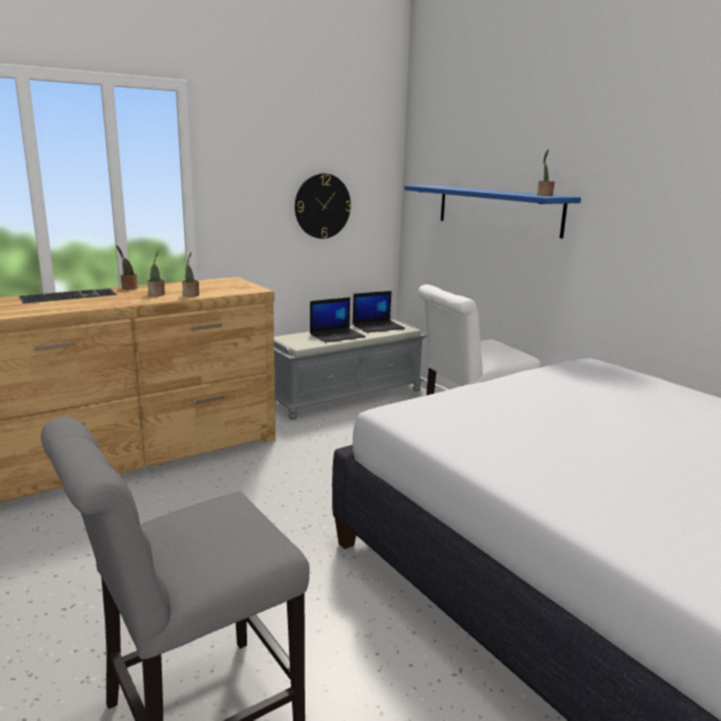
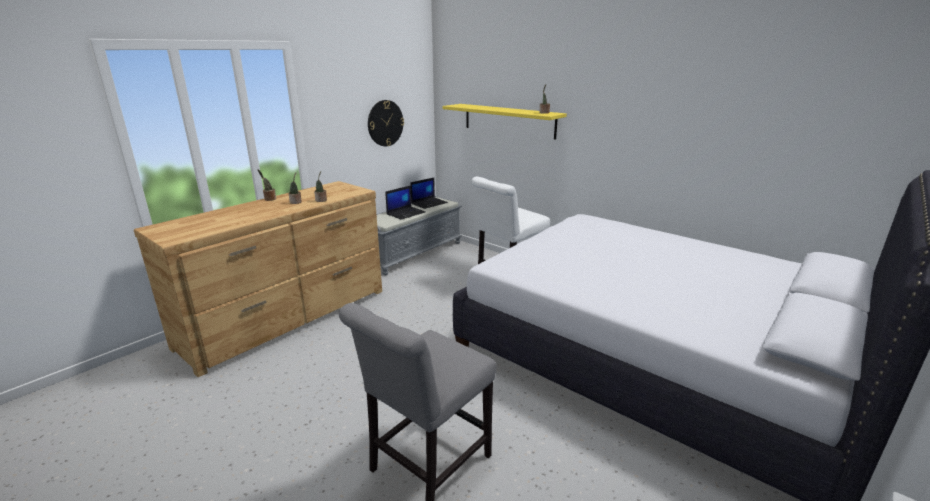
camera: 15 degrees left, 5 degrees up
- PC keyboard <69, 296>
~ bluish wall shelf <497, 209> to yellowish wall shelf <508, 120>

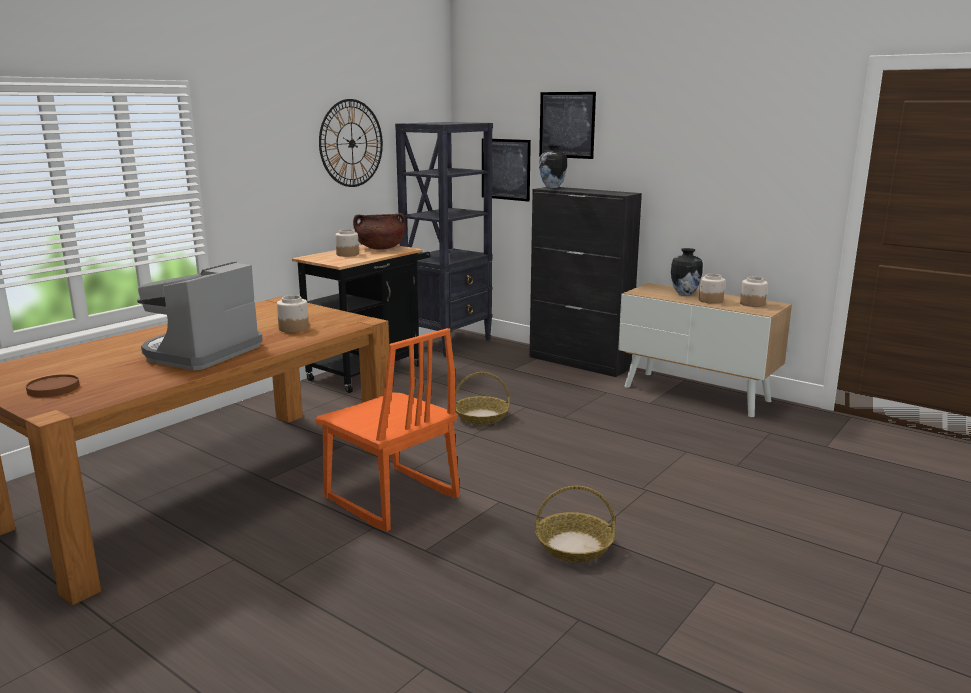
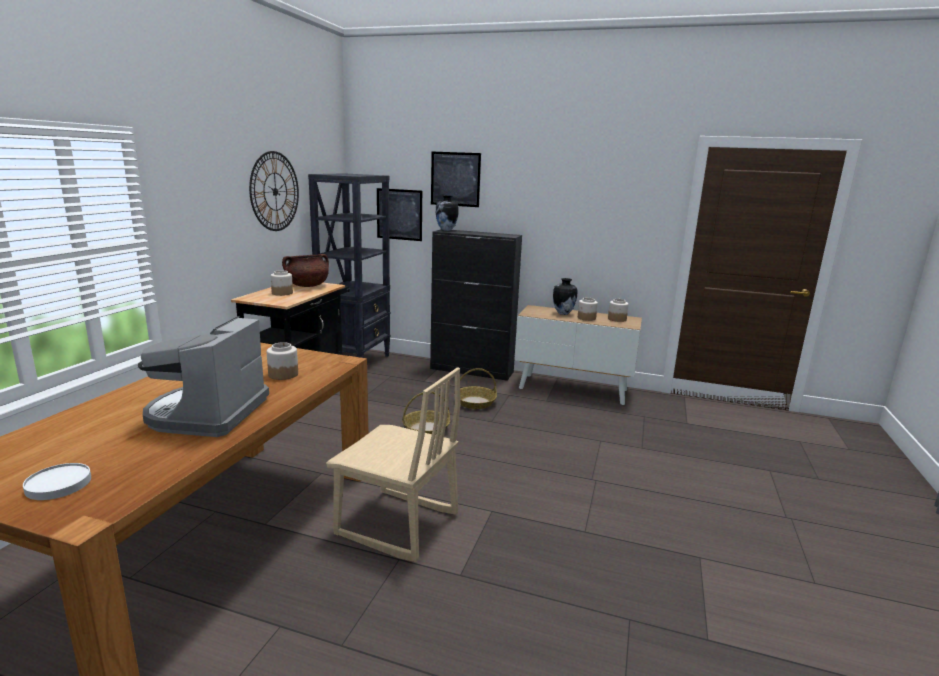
camera: 20 degrees left, 0 degrees up
~ storage basket <573, 546> to <475, 402>
~ brownish dinner plate <53, 388> to white-coloured dinner plate <58, 484>
~ orange-coloured upright chair <390, 499> to beige upright chair <397, 525>

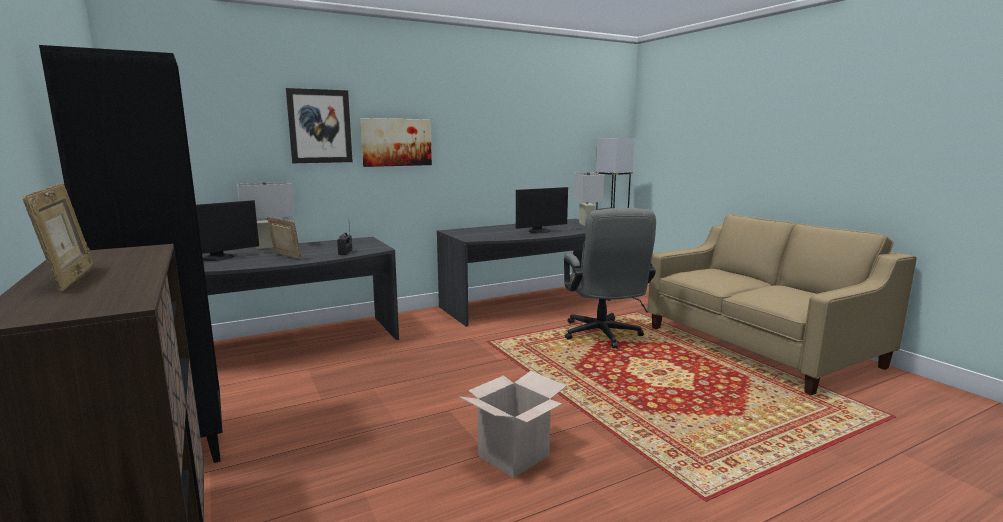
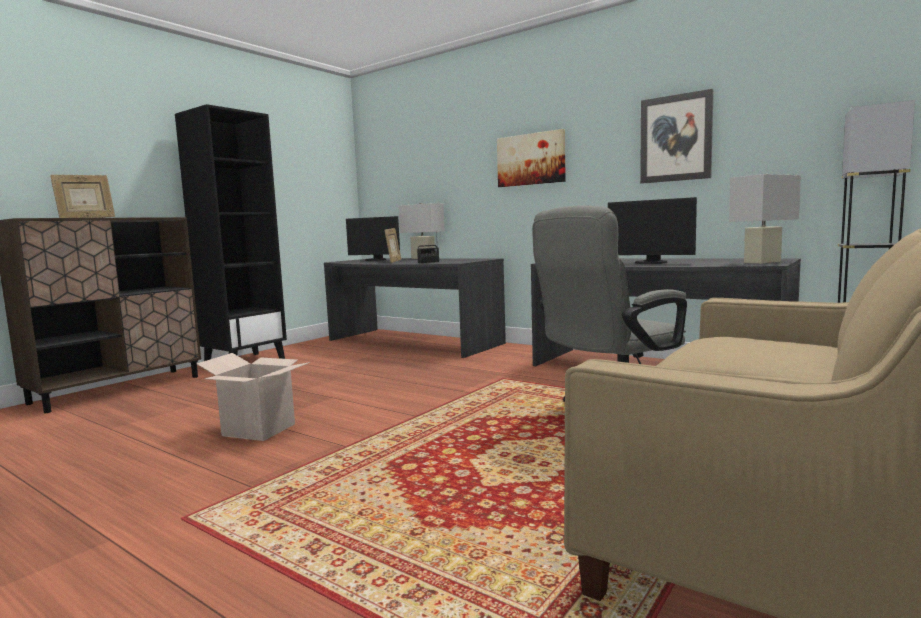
camera: 65 degrees right, 5 degrees down
~ wall picture <320, 126> to <675, 138>

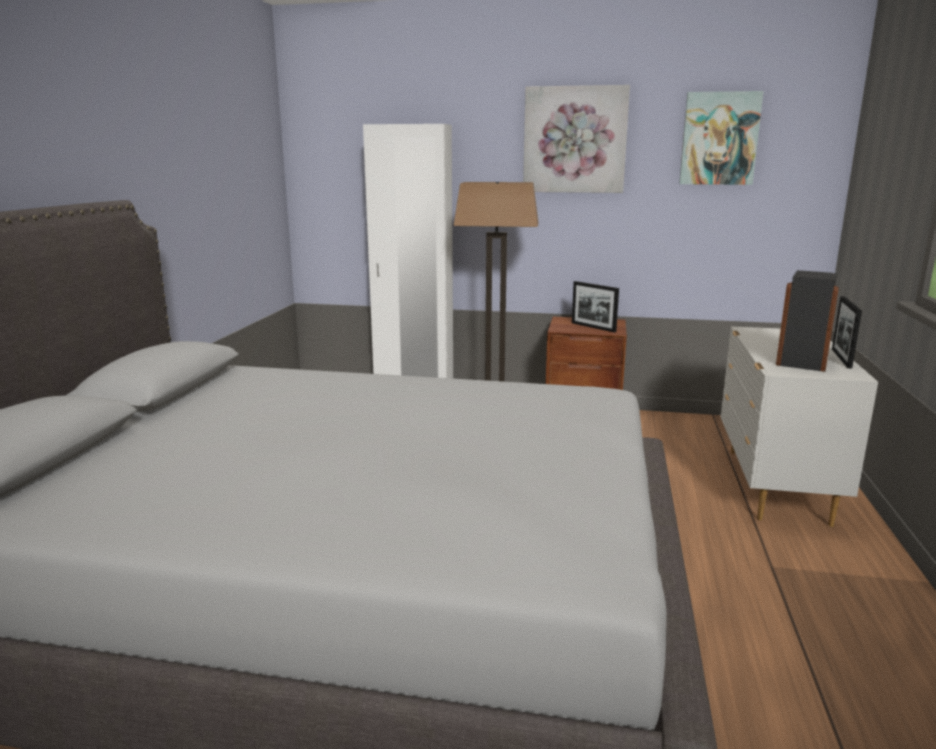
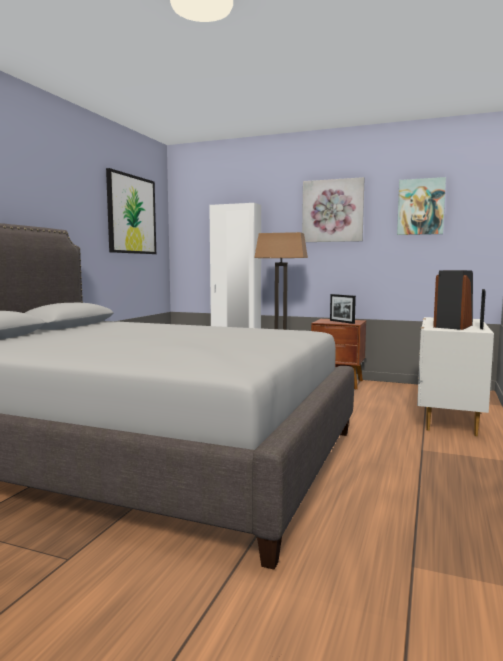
camera: 10 degrees right, 10 degrees down
+ wall picture <131, 214>

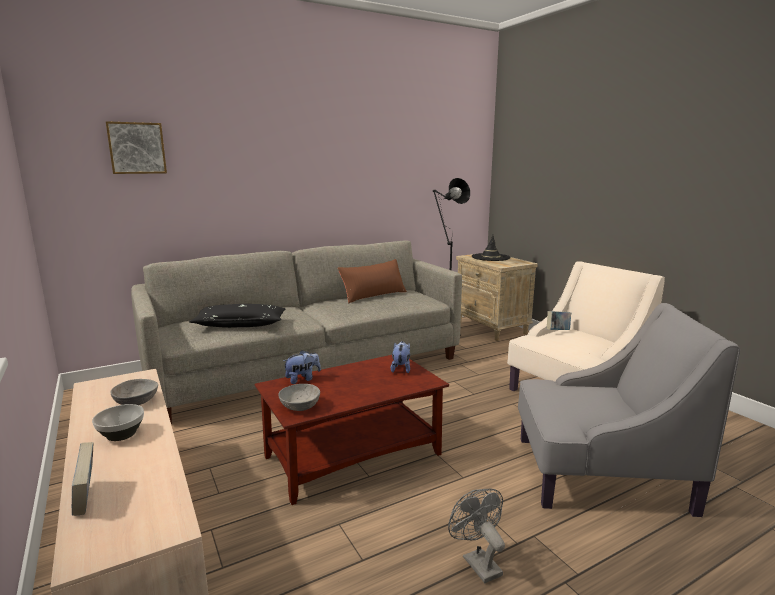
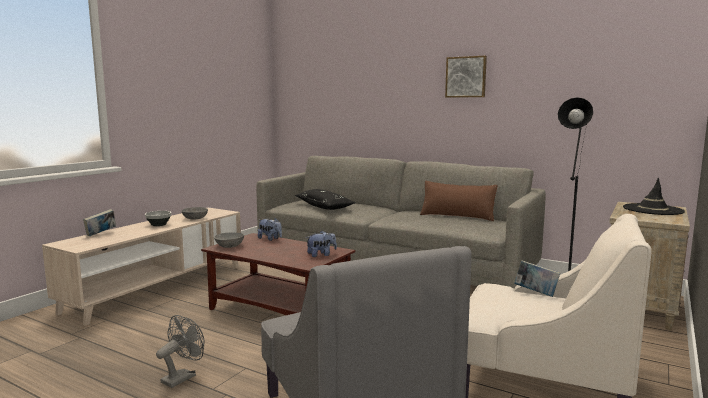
camera: 60 degrees right, 5 degrees down
~ wall picture <137, 148> to <466, 77>

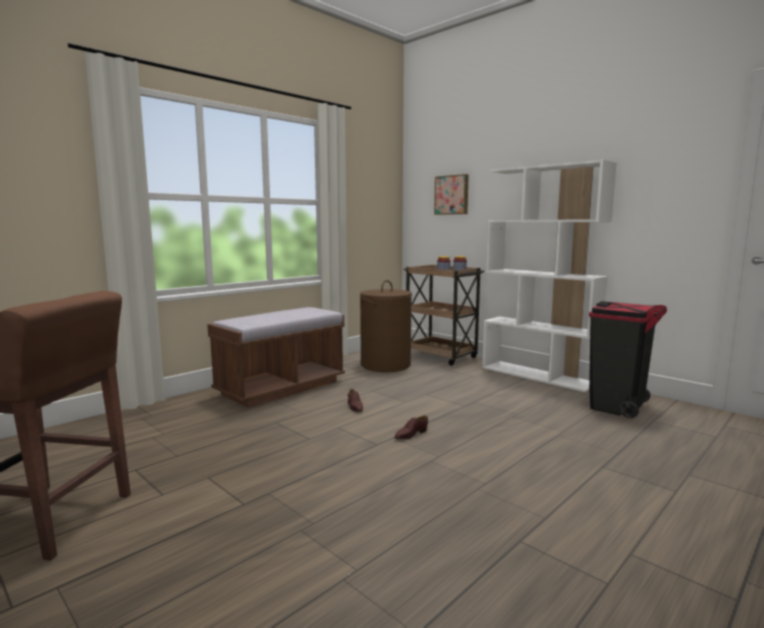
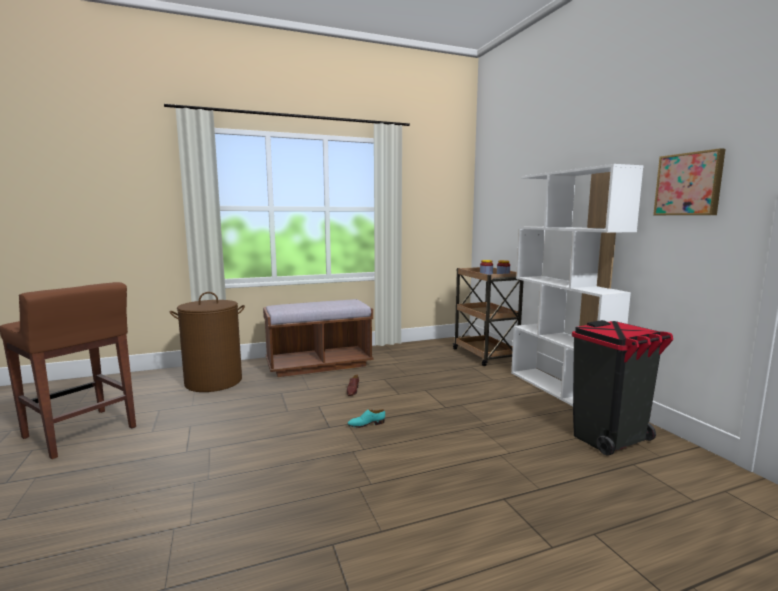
camera: 25 degrees right, 0 degrees up
~ brownish hamper <385, 365> to <213, 382>
~ wall picture <452, 195> to <689, 184>
~ brownish low shoe <411, 434> to blue-green low shoe <366, 424>

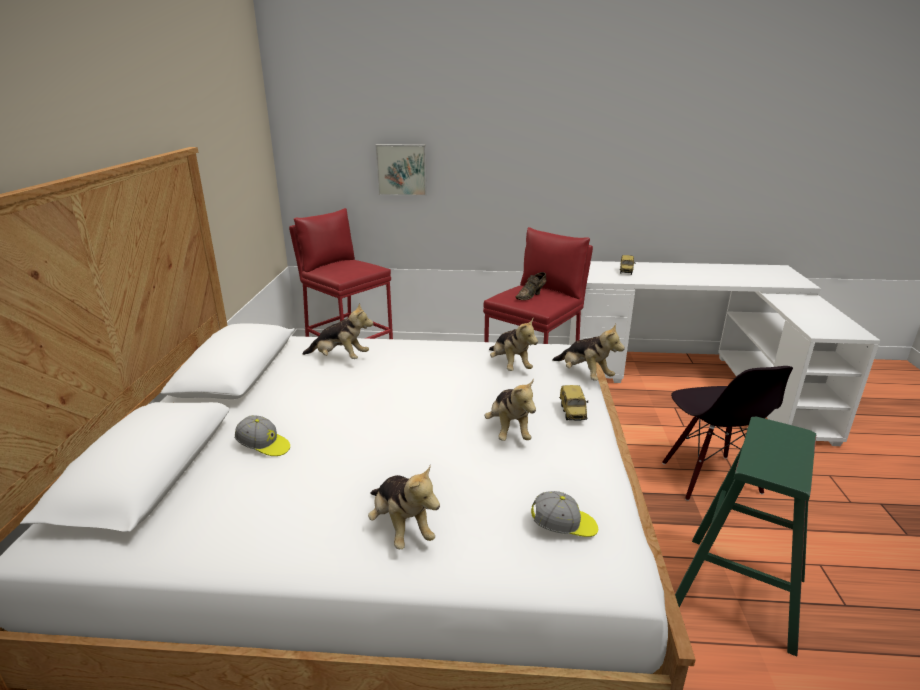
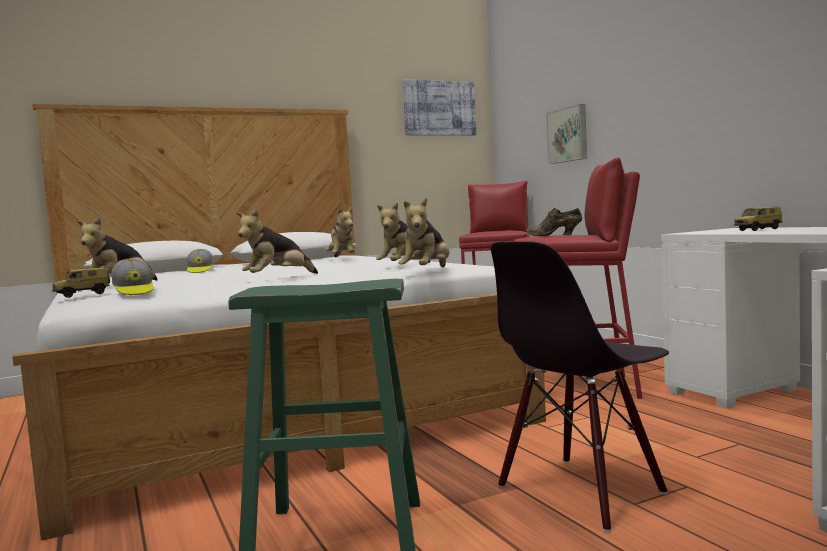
camera: 60 degrees right, 20 degrees down
+ wall picture <439, 108>
~ miniature car <573, 413> to <82, 295>

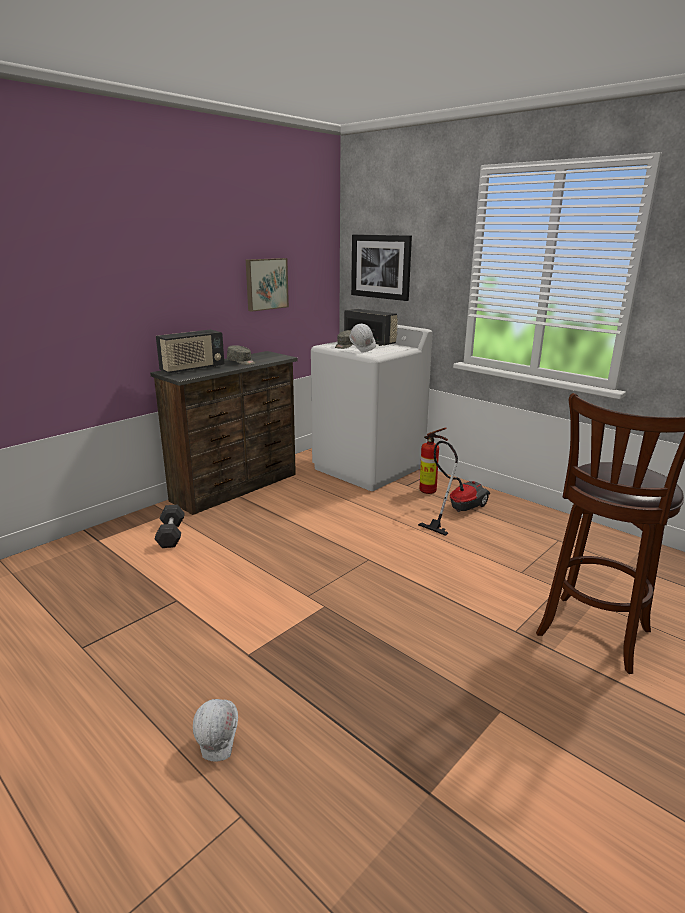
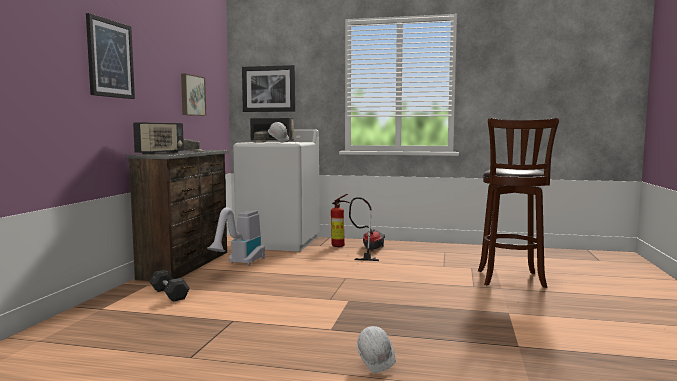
camera: 30 degrees left, 15 degrees down
+ wall picture <110, 59>
+ vacuum <240, 264>

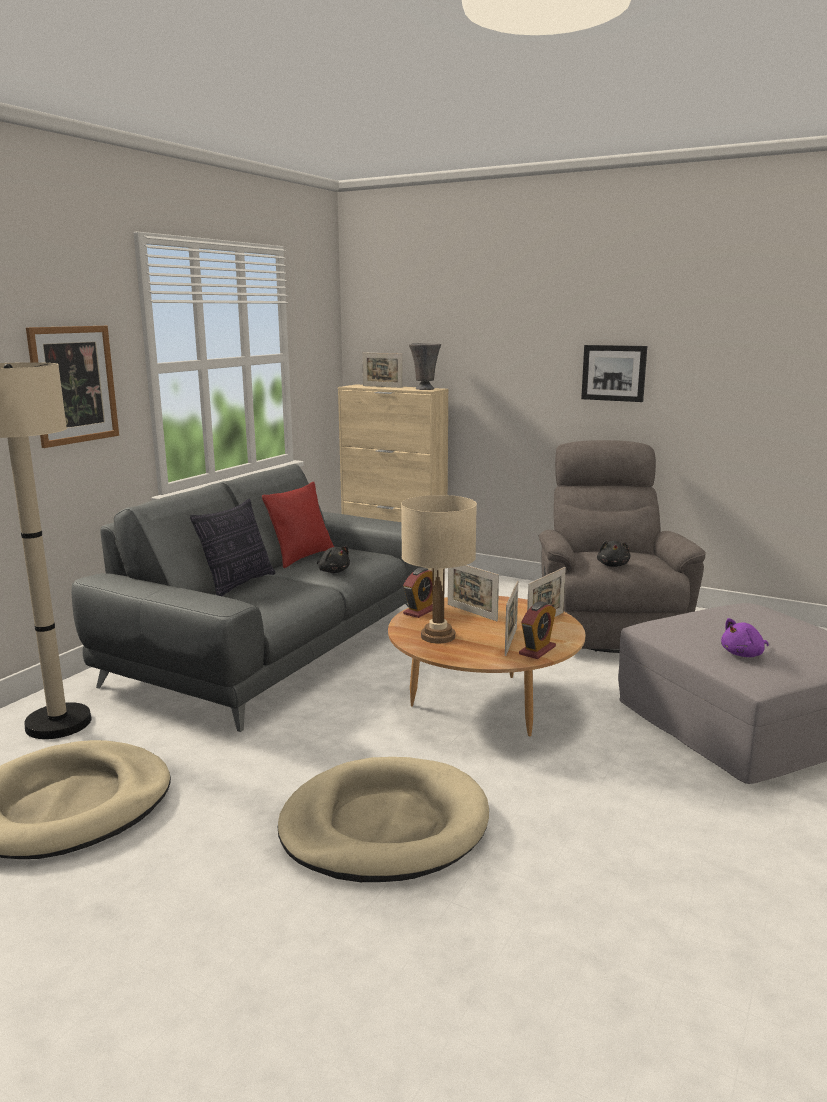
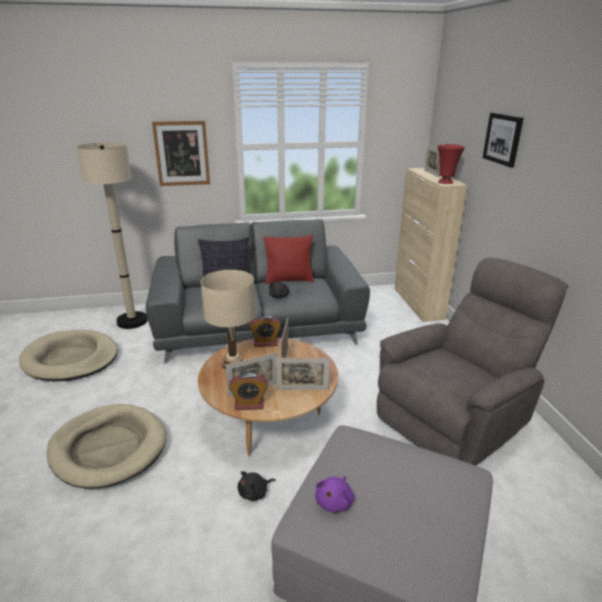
camera: 50 degrees right, 10 degrees up
~ wall picture <614, 373> to <503, 139>
~ black cuddly toy <613, 565> to <255, 493>
~ greyish flower vase <425, 389> to reddish flower vase <446, 182>
~ purple-coloured cuddly toy <743, 654> = <335, 502> 90 degrees counterclockwise

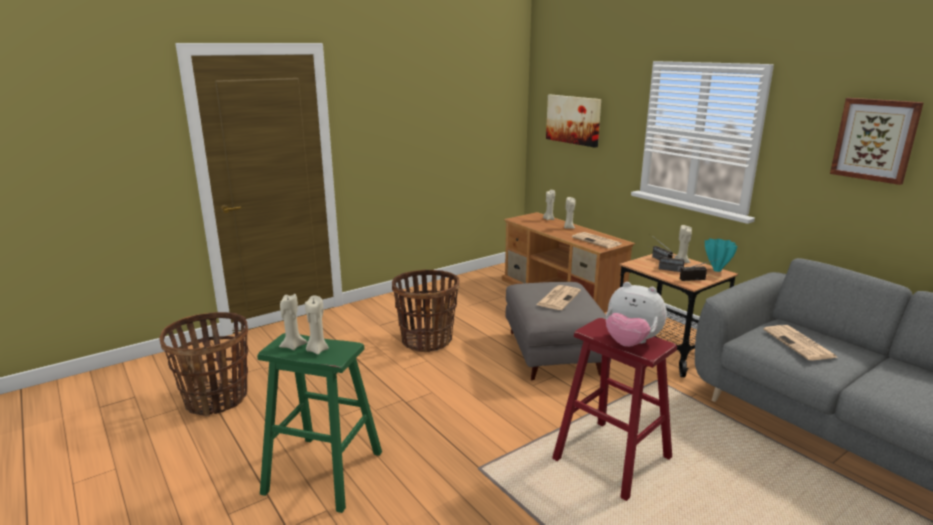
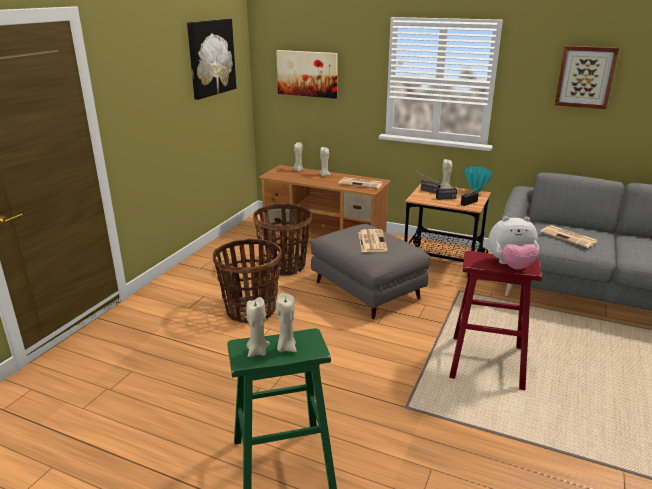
camera: 30 degrees left, 5 degrees up
+ wall picture <211, 58>
~ storage basket <216, 399> to <284, 266>

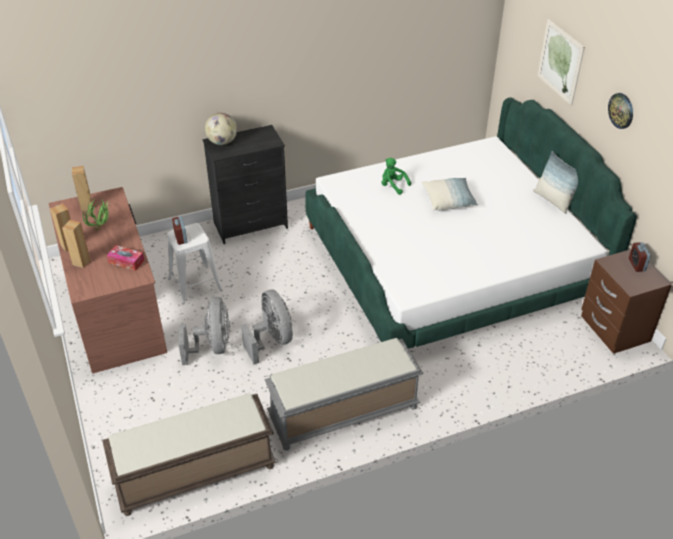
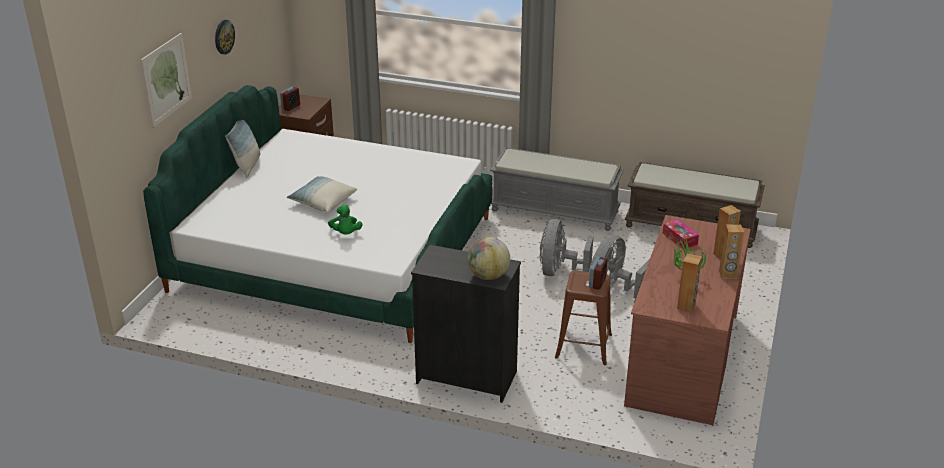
camera: 140 degrees left, 10 degrees down
~ white-coloured stool seat <195, 284> to brownish stool seat <583, 346>

